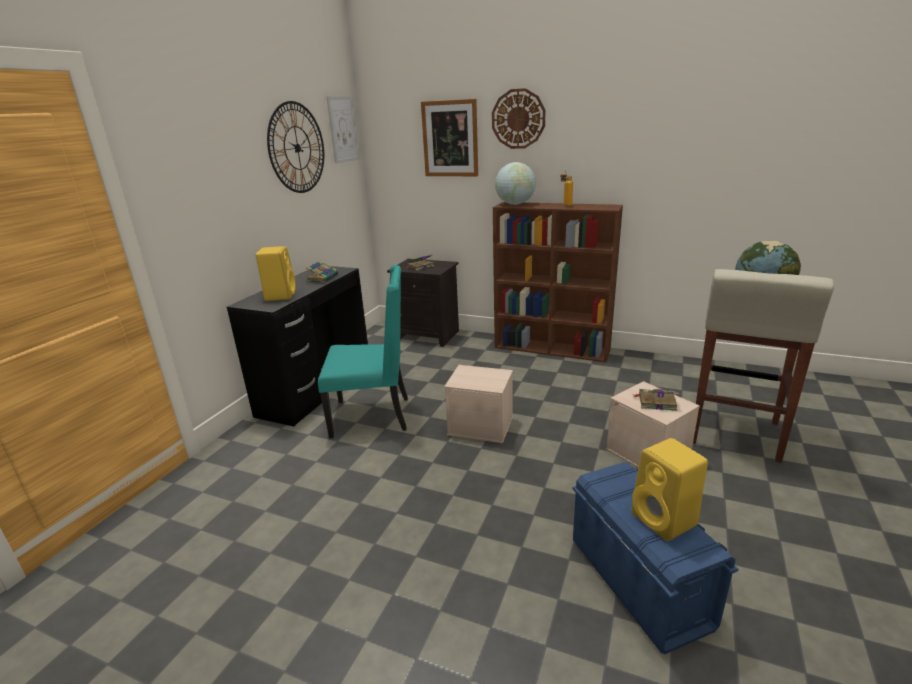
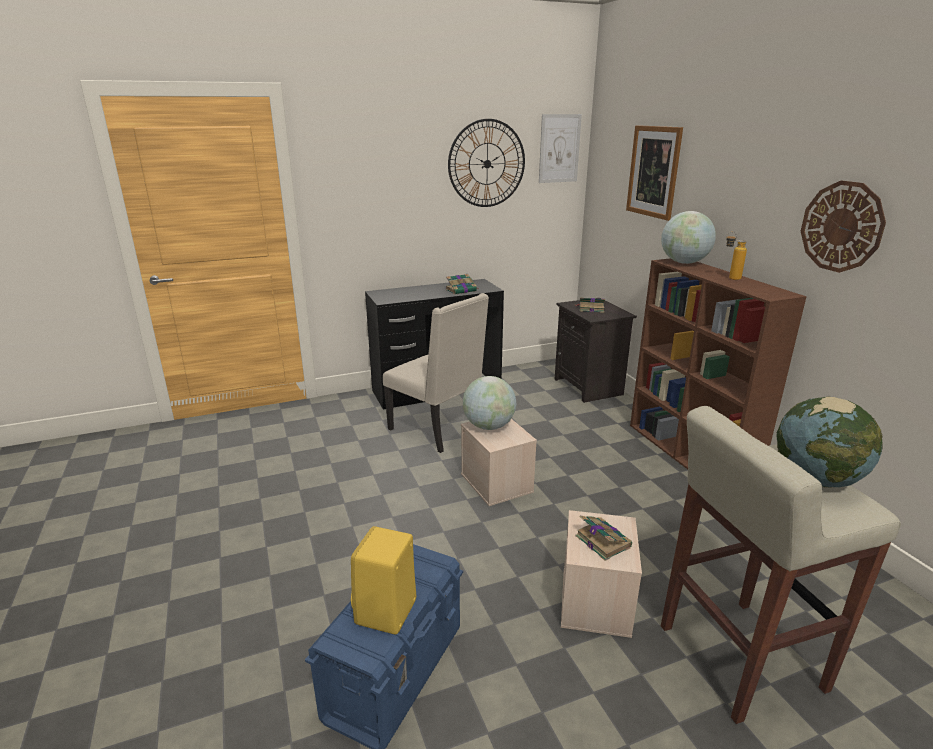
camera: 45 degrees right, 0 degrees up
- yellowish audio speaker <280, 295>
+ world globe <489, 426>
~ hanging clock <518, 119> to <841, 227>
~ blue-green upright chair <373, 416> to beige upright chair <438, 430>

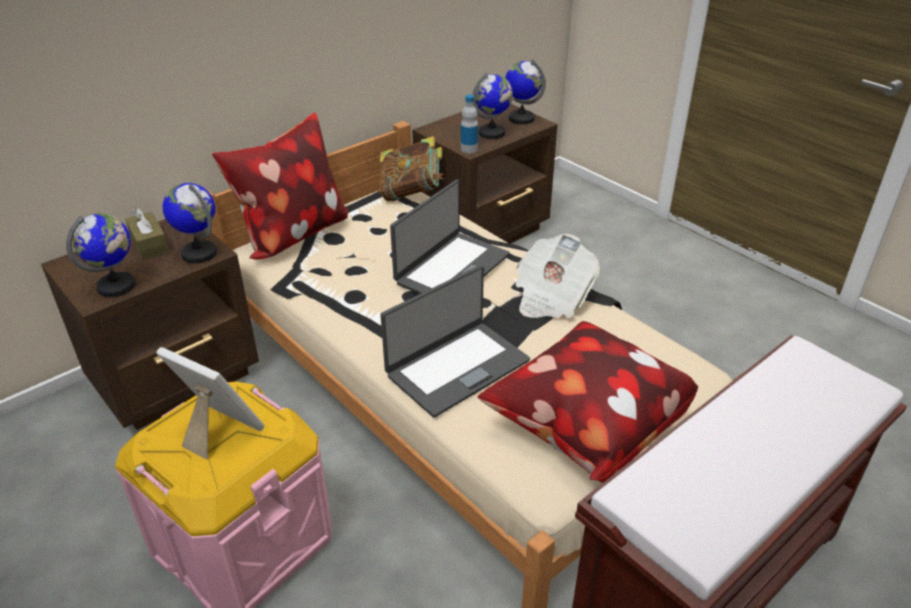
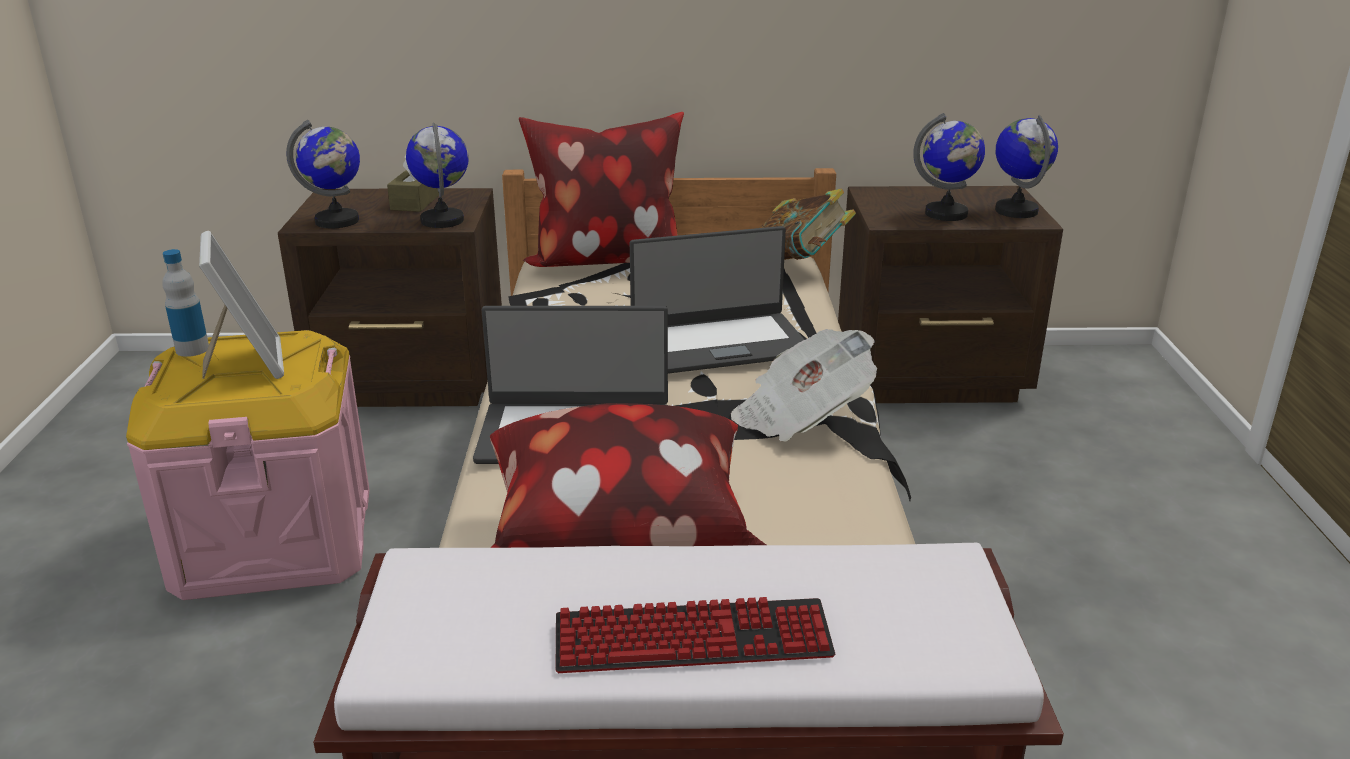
camera: 40 degrees right, 10 degrees down
+ PC keyboard <692, 640>
~ drink bottle <469, 149> to <192, 349>

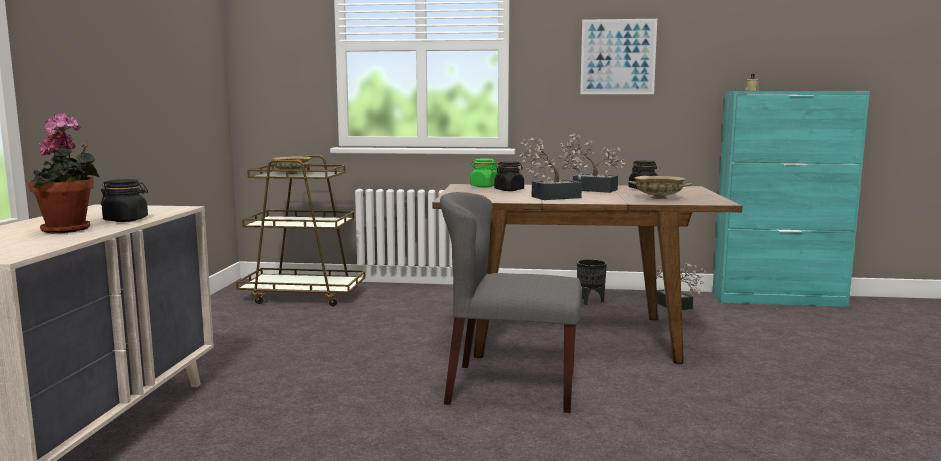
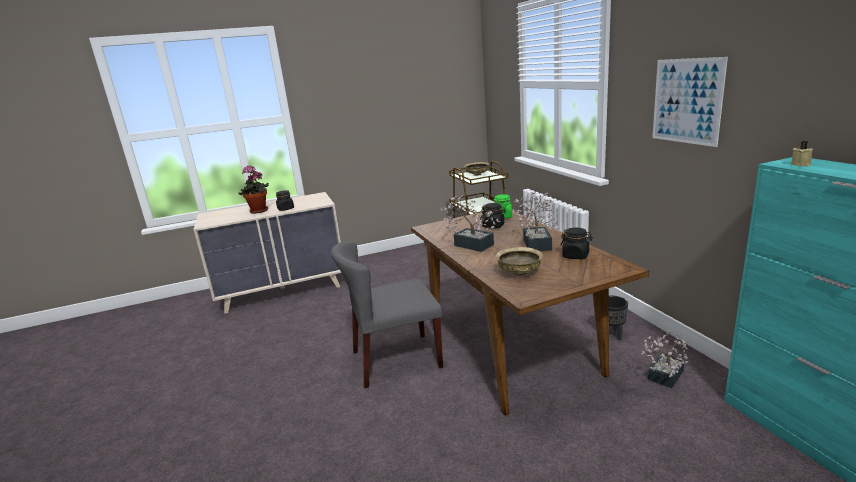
camera: 65 degrees right, 10 degrees up
~ greyish upright chair <510, 387> = <395, 360> 90 degrees counterclockwise

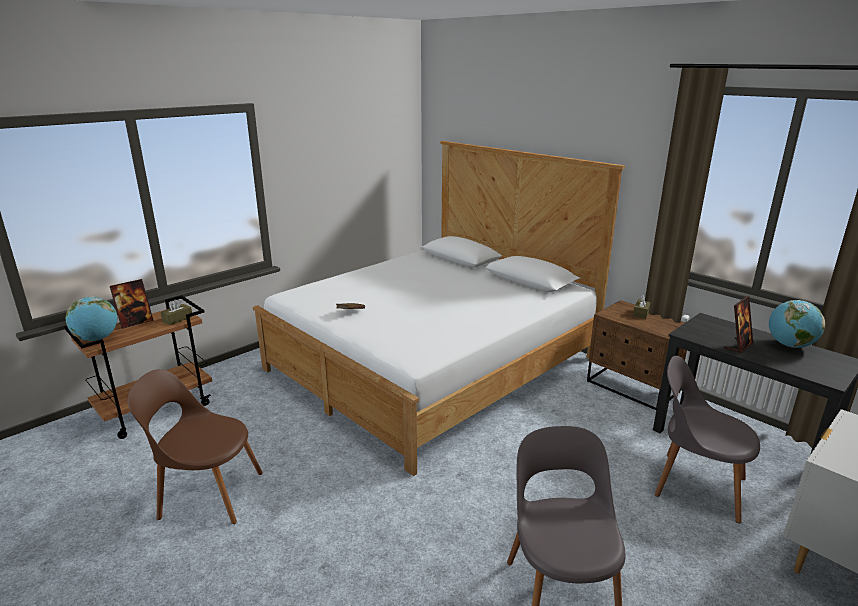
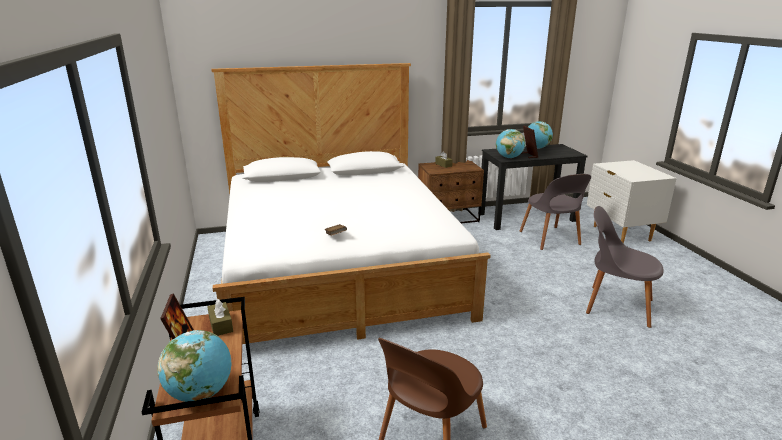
camera: 60 degrees left, 0 degrees up
+ world globe <509, 157>
~ greyish upright chair <695, 484> = <550, 239> 75 degrees counterclockwise

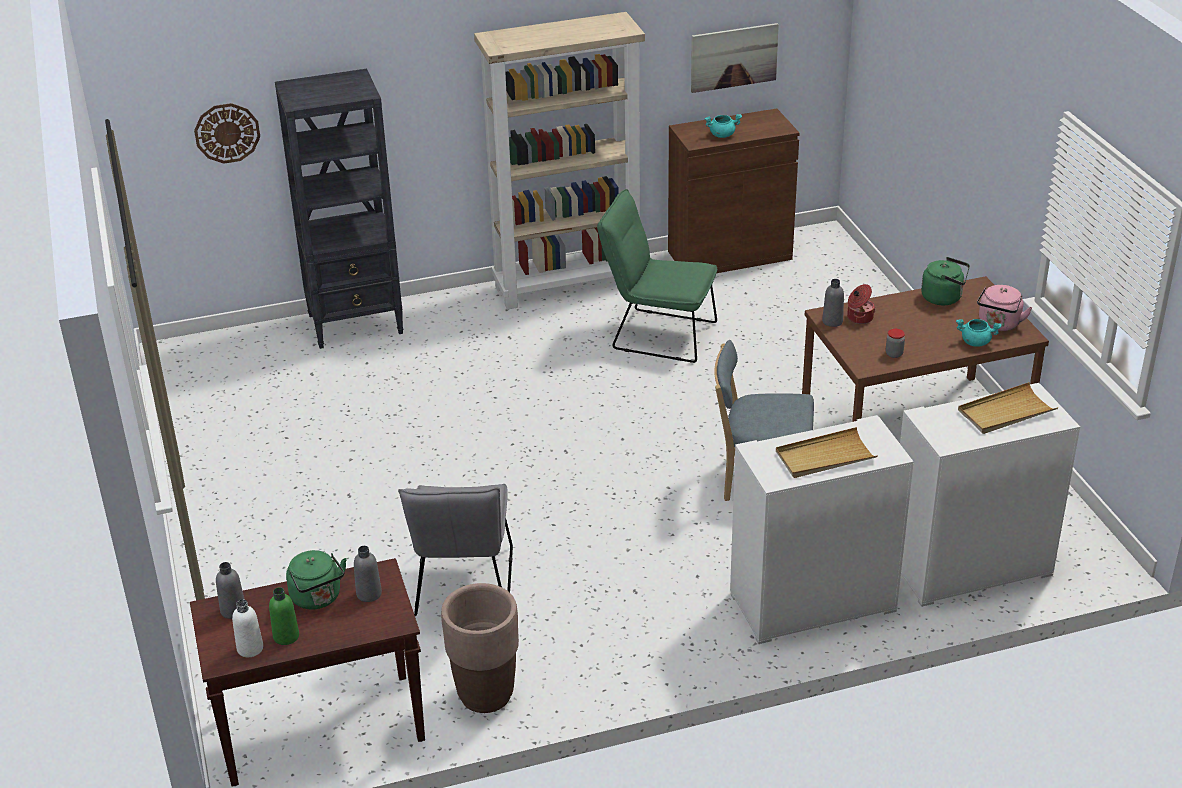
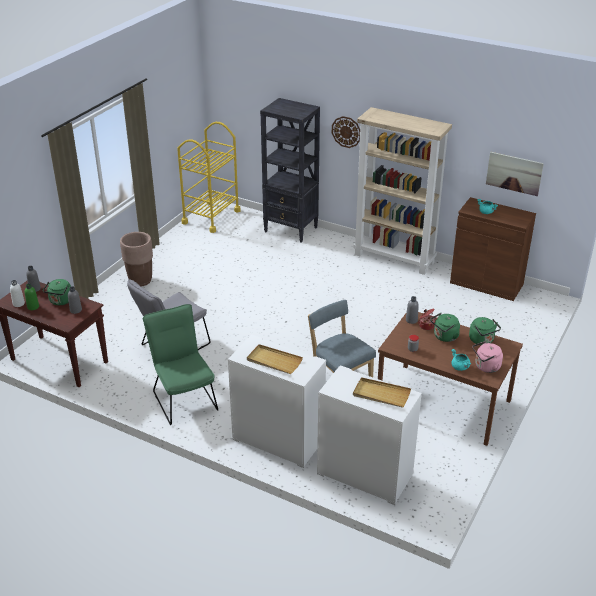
camera: 45 degrees right, 0 degrees up
+ yellowish trolley <211, 217>
+ green tea kettle <444, 337>
~ hanging clock <227, 133> to <346, 132>
~ brownish plant pot <485, 695> to <140, 281>
~ green upright chair <657, 334> to <183, 398>

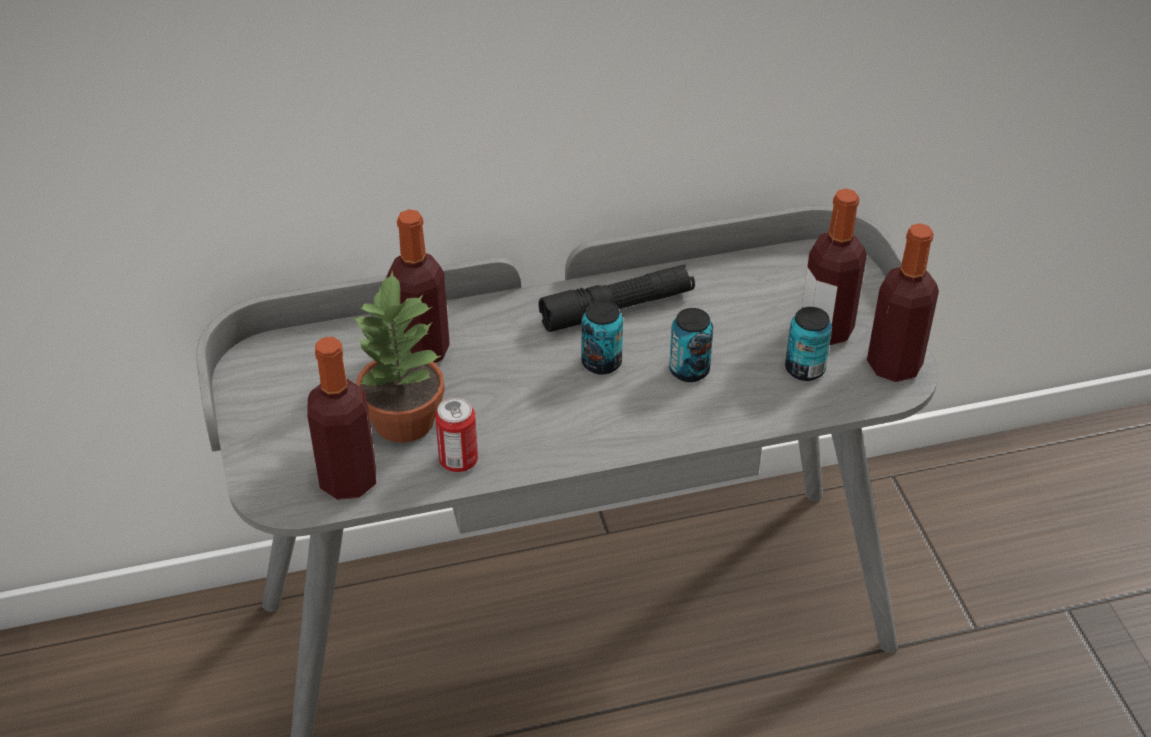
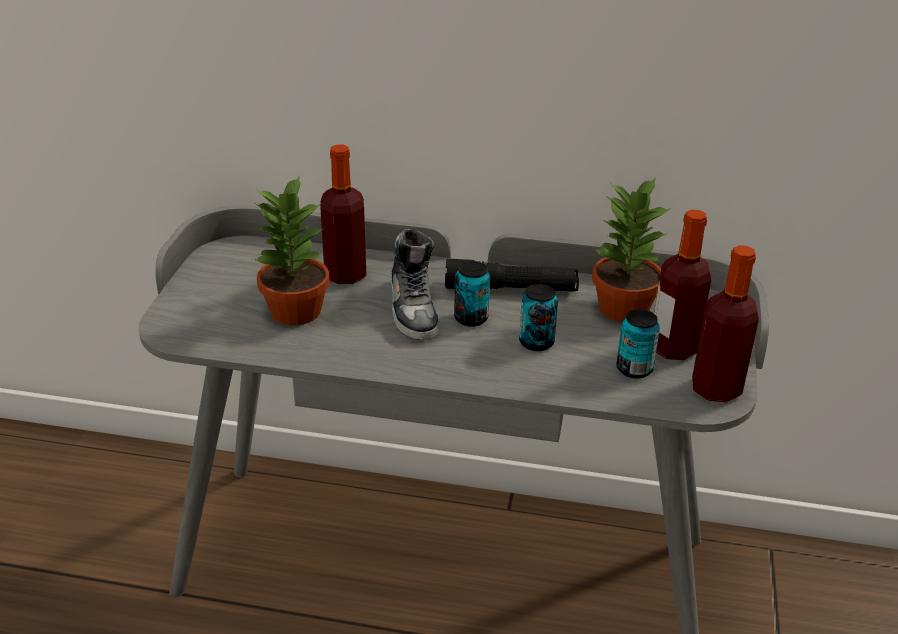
camera: 25 degrees right, 10 degrees down
- drink bottle <348, 480>
- sealed can <458, 461>
+ low shoe <413, 308>
+ plant in a pot <622, 309>

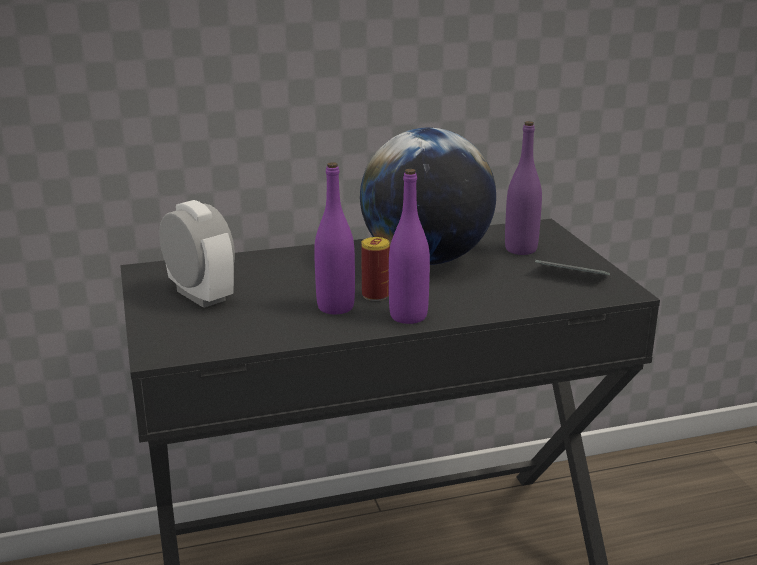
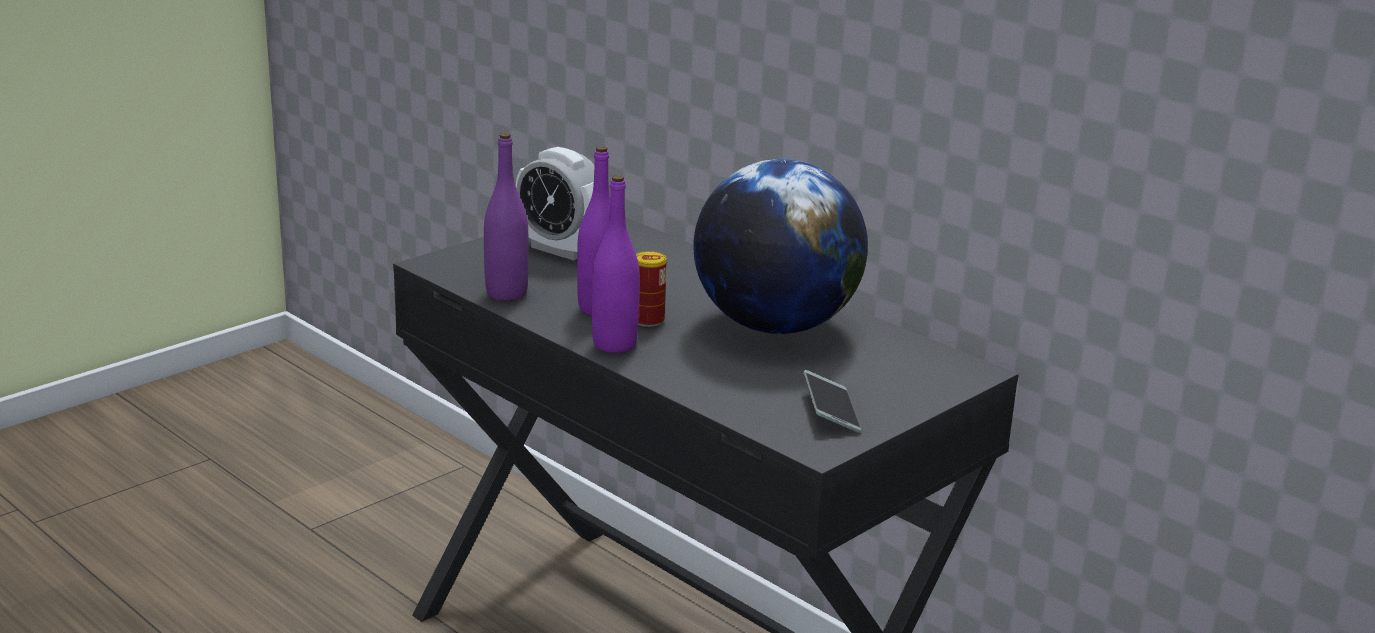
camera: 60 degrees right, 0 degrees up
~ purple-coloured drink bottle <521, 249> to <506, 293>
~ table clock <200, 296> = <561, 250> 105 degrees clockwise

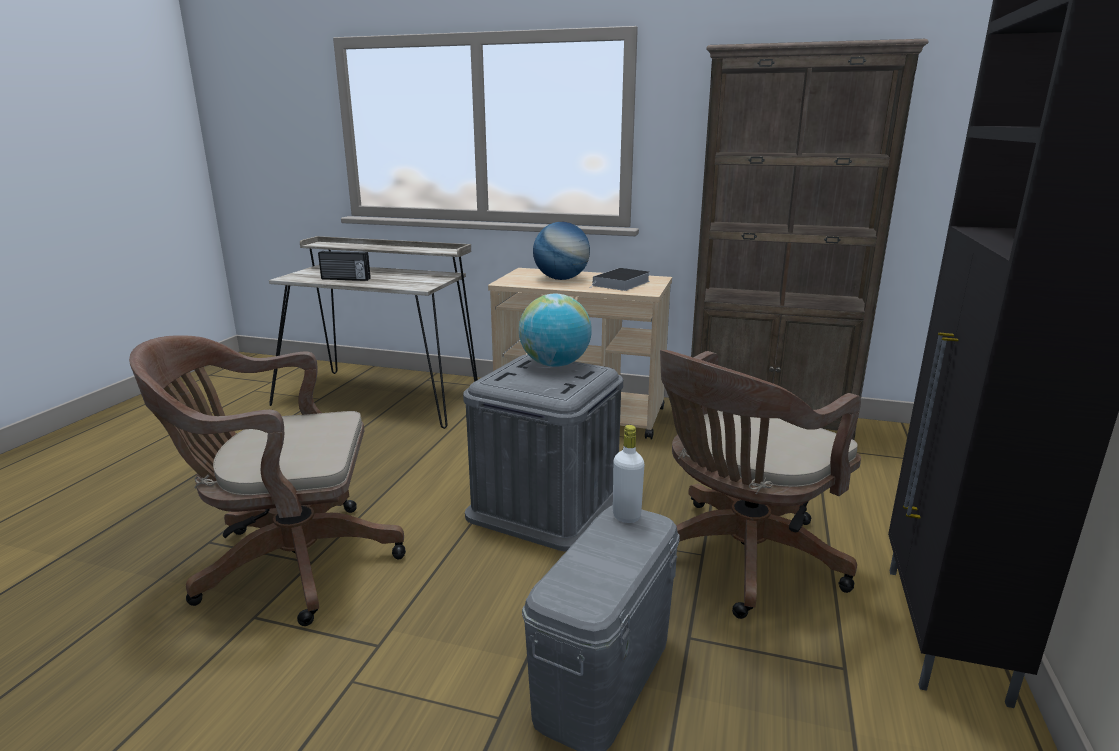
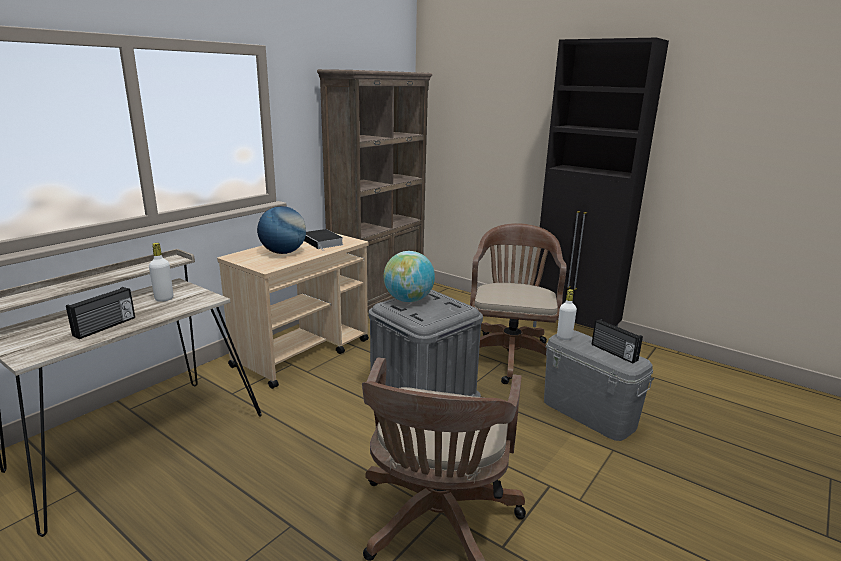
camera: 70 degrees left, 0 degrees up
+ white-coloured drink bottle <164, 299>
+ radio <613, 353>
~ brownish computer chair <739, 559> = <510, 354> 150 degrees counterclockwise

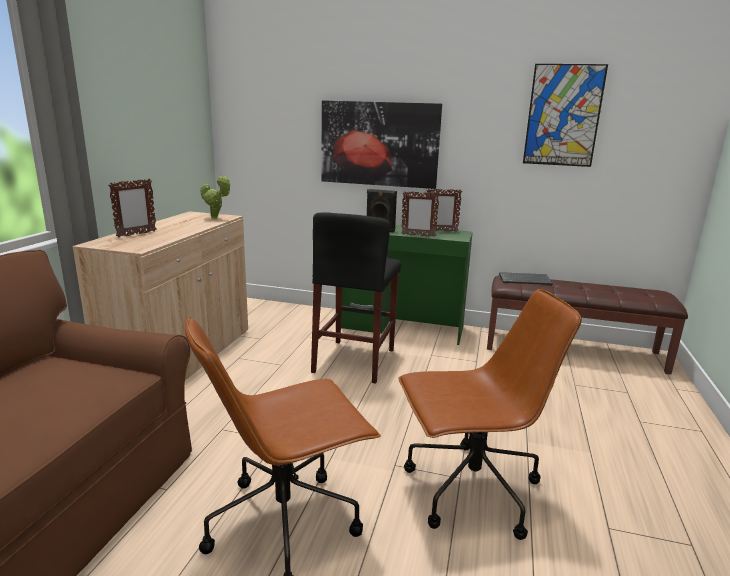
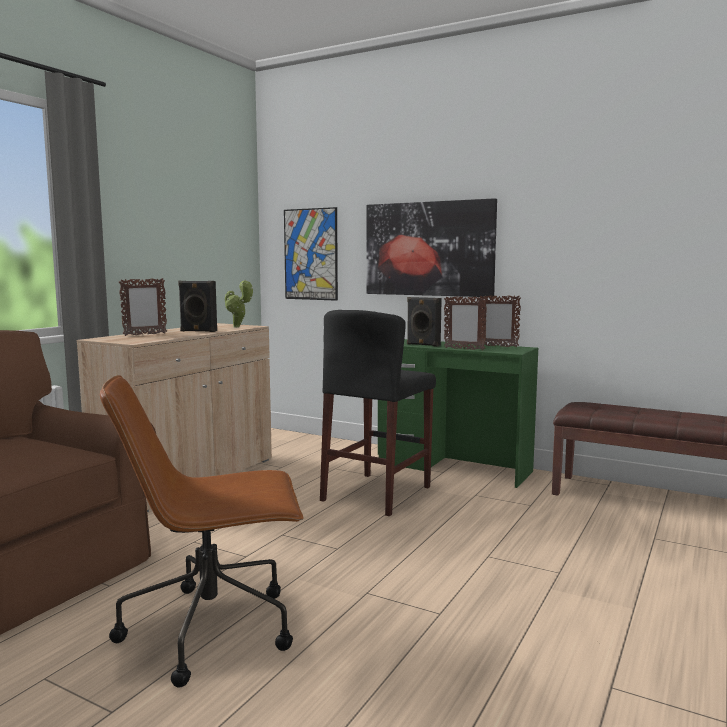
camera: 15 degrees right, 10 degrees down
- brownish computer chair <469, 491>
- PC keyboard <525, 280>
+ black audio speaker <198, 331>
~ wall picture <563, 116> to <310, 254>

